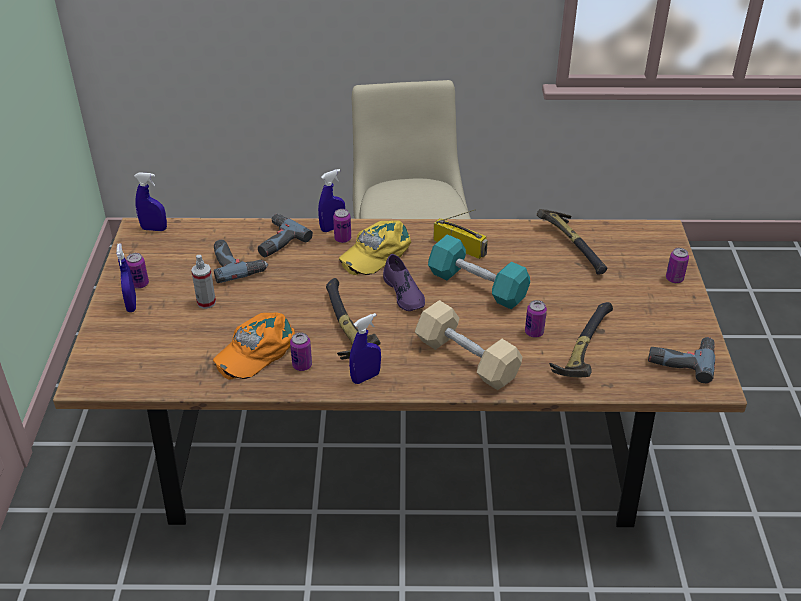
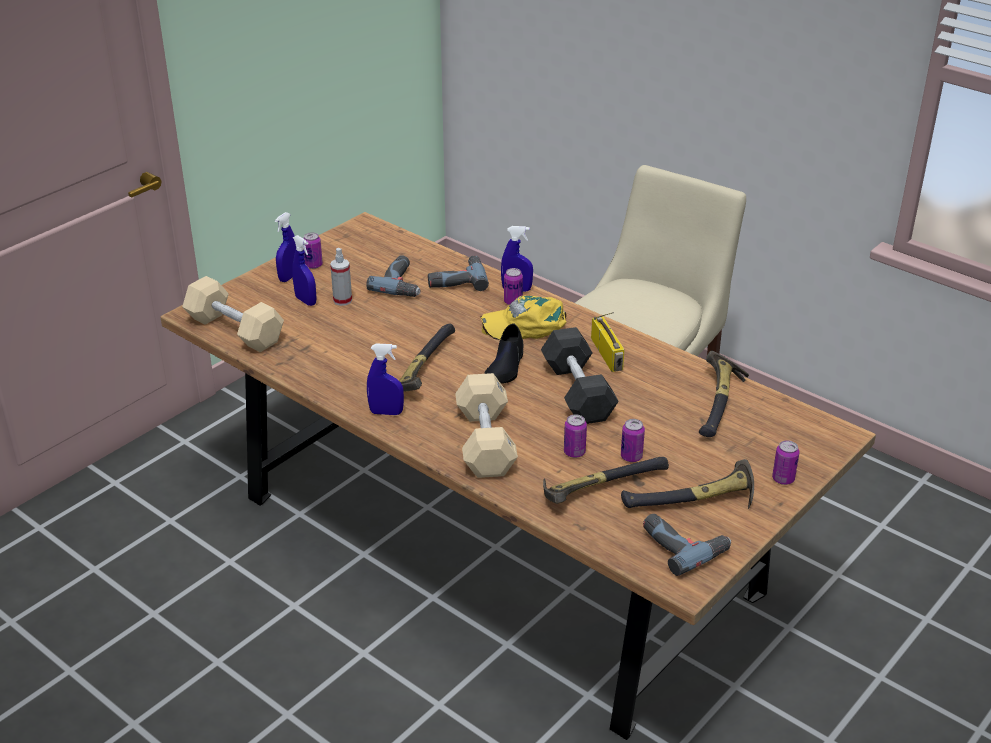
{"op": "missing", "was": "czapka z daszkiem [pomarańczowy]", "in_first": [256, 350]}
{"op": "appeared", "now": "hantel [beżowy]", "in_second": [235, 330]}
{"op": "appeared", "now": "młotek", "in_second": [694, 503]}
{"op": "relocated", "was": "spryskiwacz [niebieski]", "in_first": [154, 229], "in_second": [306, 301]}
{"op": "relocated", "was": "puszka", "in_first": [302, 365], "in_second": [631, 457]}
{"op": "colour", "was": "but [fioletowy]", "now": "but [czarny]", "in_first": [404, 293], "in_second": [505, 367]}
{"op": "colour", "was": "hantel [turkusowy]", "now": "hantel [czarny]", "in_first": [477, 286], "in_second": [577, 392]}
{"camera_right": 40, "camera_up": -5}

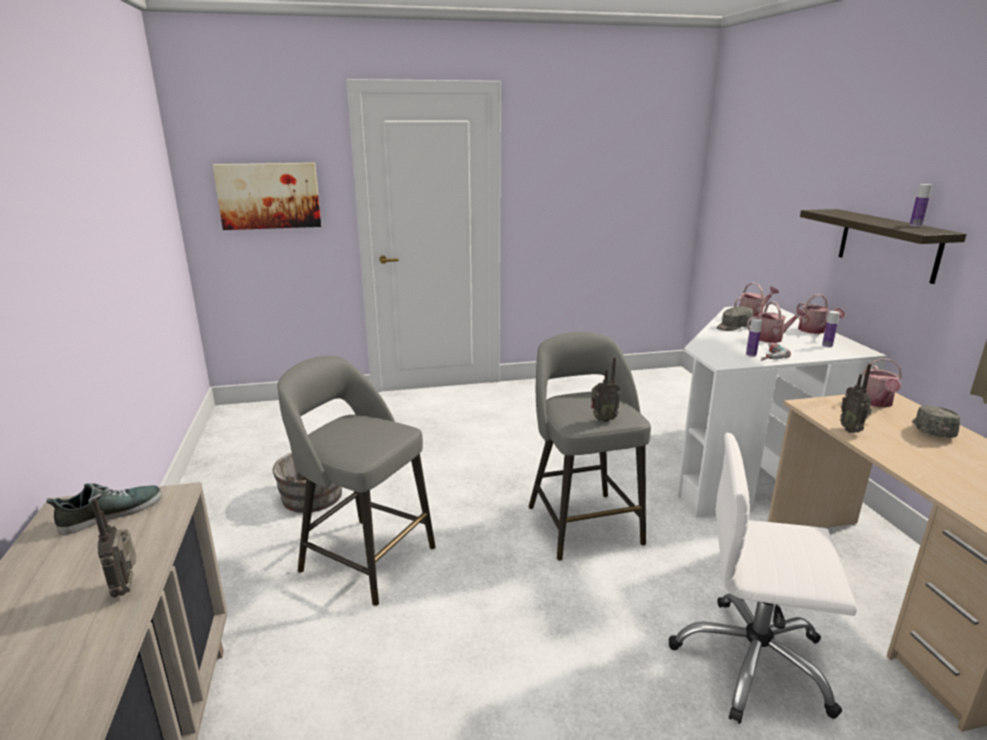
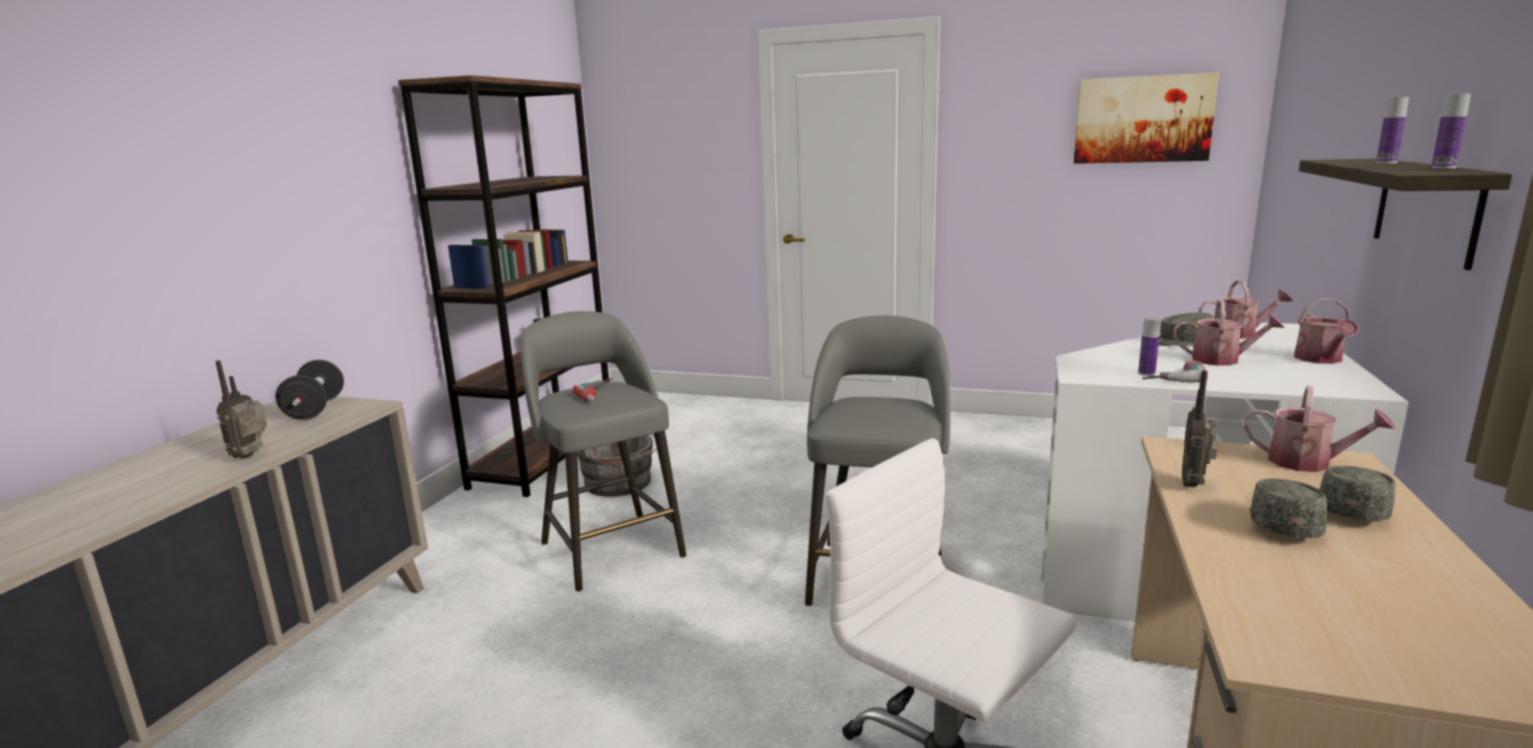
{"op": "missing", "was": "radio", "in_first": [602, 419]}
{"op": "appeared", "now": "regał [brązowy]", "in_second": [545, 458]}
{"op": "appeared", "now": "wiertarka", "in_second": [601, 393]}
{"op": "appeared", "now": "czapka z daszkiem [szary]", "in_second": [1282, 524]}
{"op": "relocated", "was": "obraz", "in_first": [269, 196], "in_second": [1142, 119]}
{"op": "relocated", "was": "butelka", "in_first": [827, 345], "in_second": [1386, 163]}
{"op": "exchanged", "was": "but", "now": "hantel [czarny]", "in_first": [111, 513], "in_second": [315, 409]}
{"op": "spun", "was": "konewka", "in_first": [876, 403], "in_second": [1308, 463], "clockwise": -105}
{"camera_right": 30, "camera_up": -5}

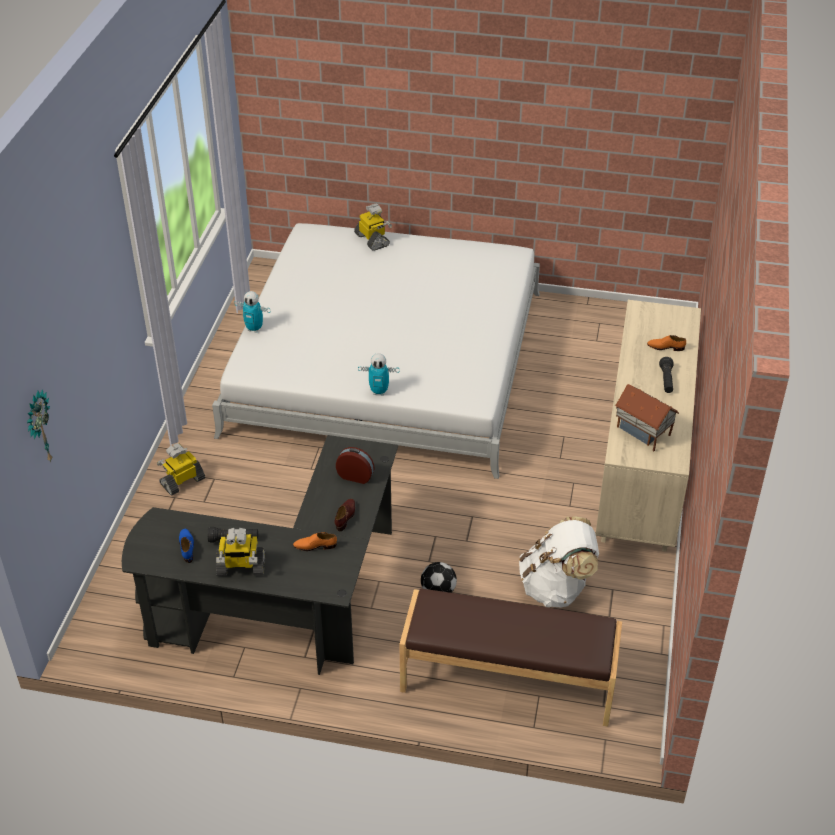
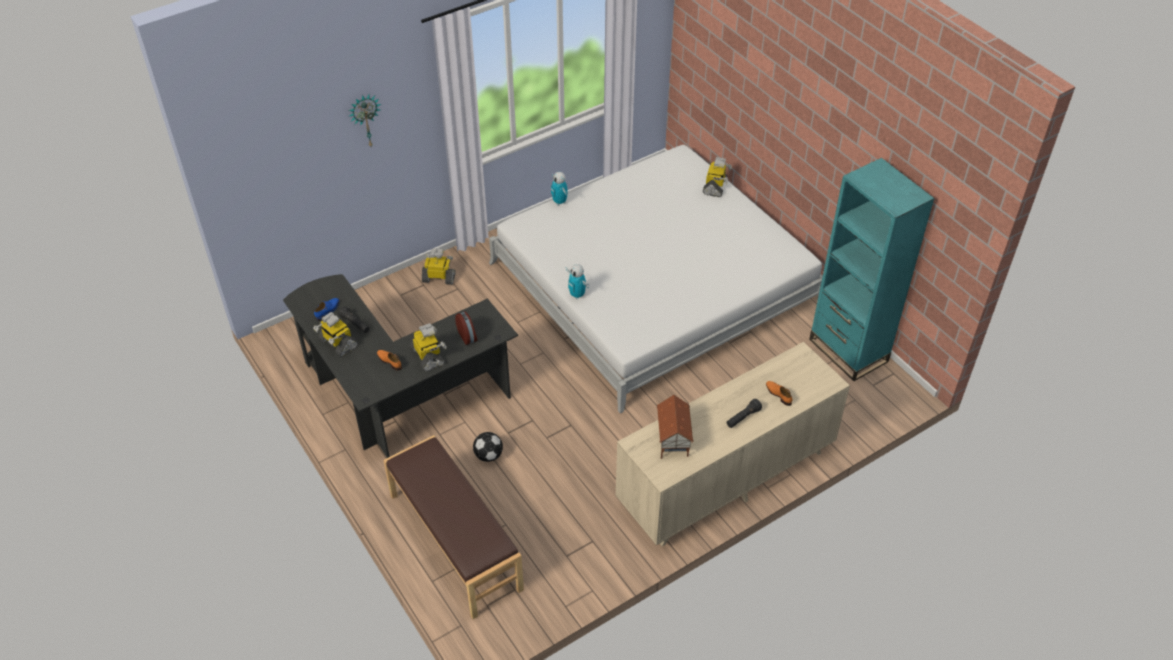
{"op": "missing", "was": "plecak [biały]", "in_first": [556, 588]}
{"op": "appeared", "now": "regał [turkusowy]", "in_second": [848, 350]}
{"op": "relocated", "was": "zegar ścienny", "in_first": [38, 428], "in_second": [365, 120]}
{"op": "exchanged", "was": "but [brązowy]", "now": "robot zabawkowy", "in_first": [346, 516], "in_second": [428, 356]}
{"camera_right": 45, "camera_up": 5}

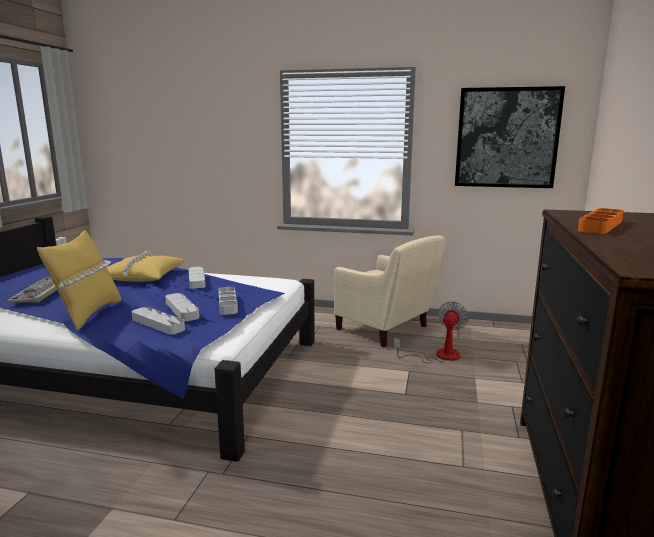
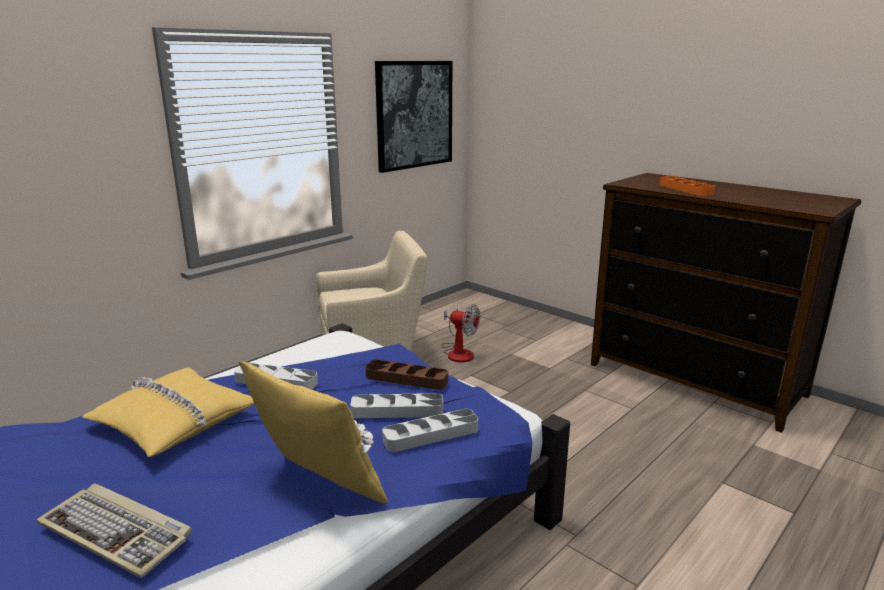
{"op": "colour", "was": "taca [szary]", "now": "taca [brązowy]", "in_first": [227, 303], "in_second": [406, 379]}
{"op": "spun", "was": "wentylator", "in_first": [439, 356], "in_second": [458, 352], "clockwise": 150}
{"camera_right": -60, "camera_up": 5}

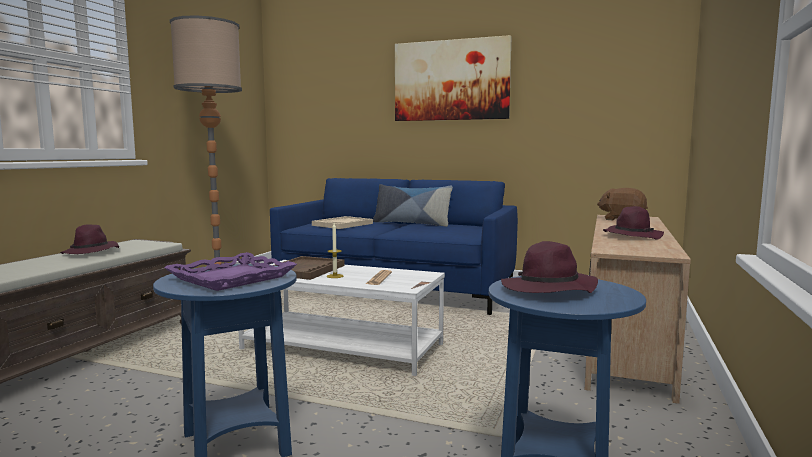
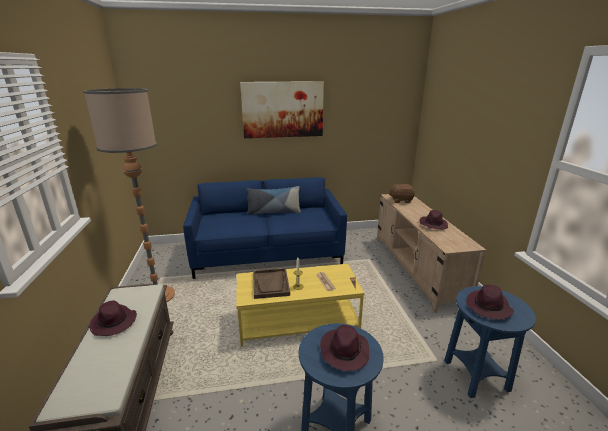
{"op": "missing", "was": "taca [beżowy]", "in_first": [342, 224]}
{"op": "exchanged", "was": "taca [fioletowy]", "now": "kapelusz [fioletowy]", "in_first": [231, 278], "in_second": [344, 351]}
{"op": "colour", "was": "ława [biały]", "now": "ława [żółty]", "in_first": [343, 347], "in_second": [298, 321]}
{"camera_right": -30, "camera_up": 15}

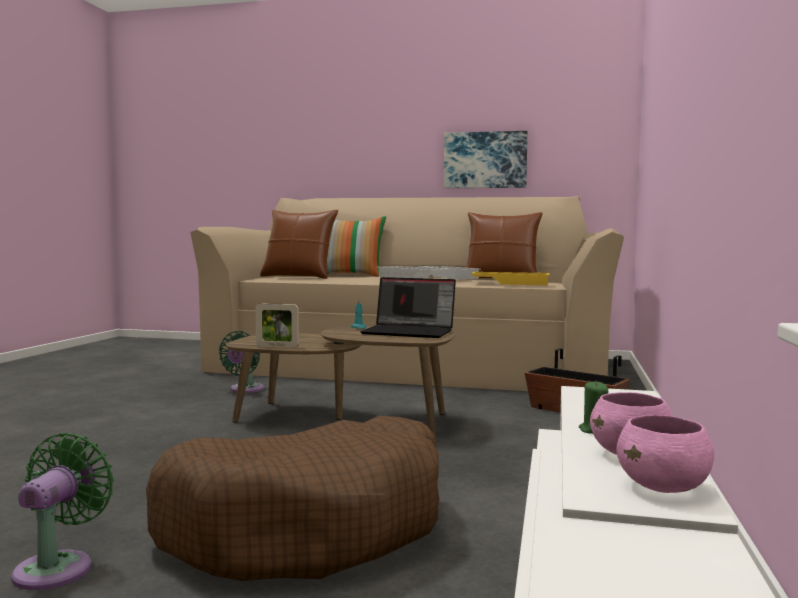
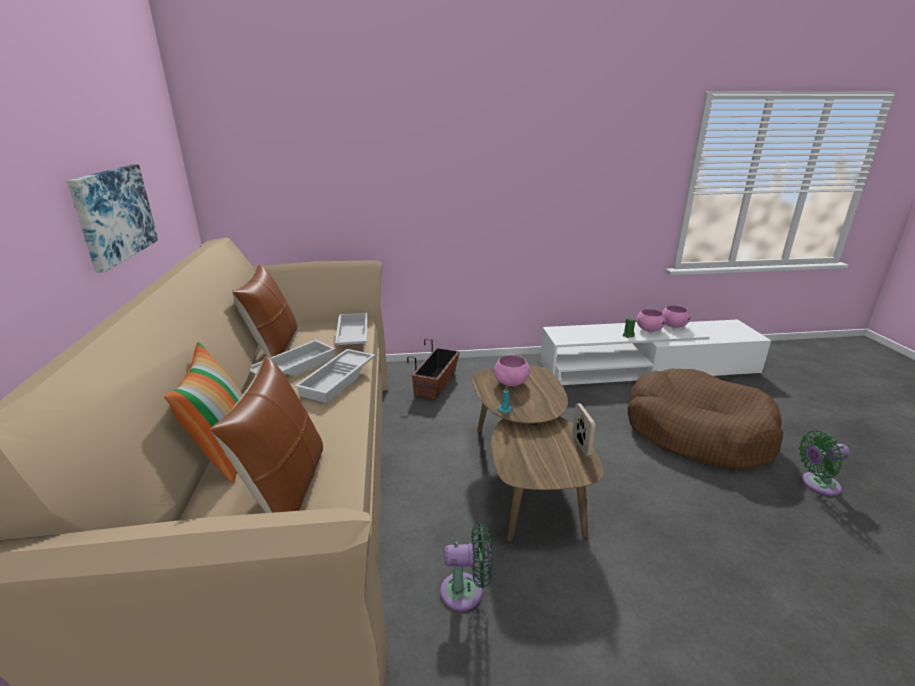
{"op": "exchanged", "was": "laptop", "now": "miska [różowy]", "in_first": [410, 332], "in_second": [510, 382]}
{"op": "colour", "was": "taca [żółty]", "now": "taca [biały]", "in_first": [511, 283], "in_second": [351, 335]}
{"camera_right": -110, "camera_up": 20}

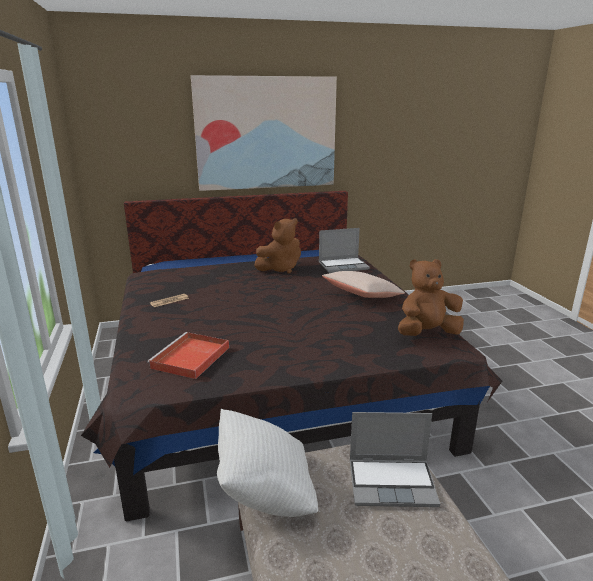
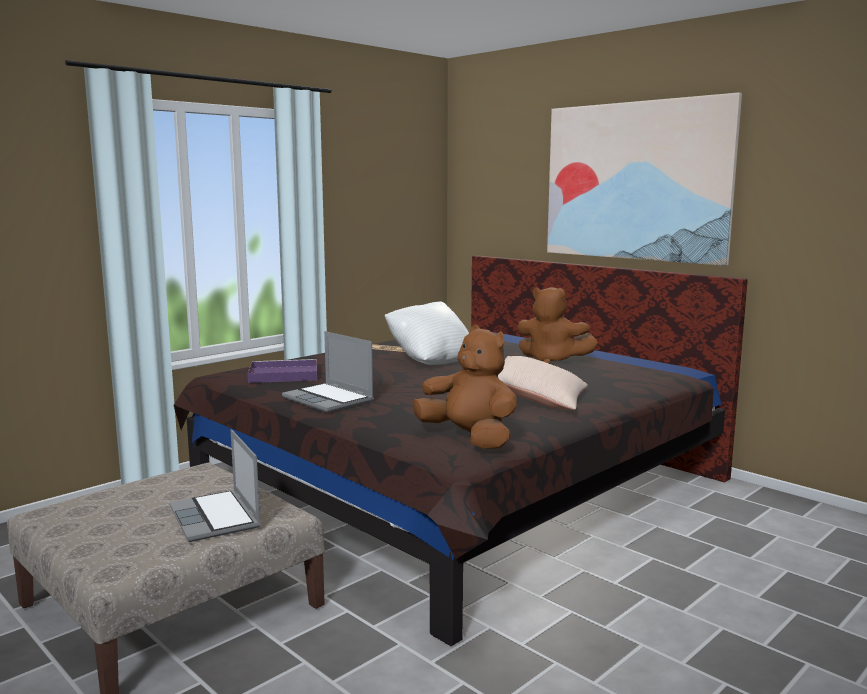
{"op": "relocated", "was": "poduszka [biały]", "in_first": [265, 492], "in_second": [432, 360]}
{"op": "relocated", "was": "laptop", "in_first": [343, 266], "in_second": [329, 399]}
{"op": "colour", "was": "taca [czerwony]", "now": "taca [fioletowy]", "in_first": [190, 358], "in_second": [282, 375]}
{"camera_right": 60, "camera_up": -10}

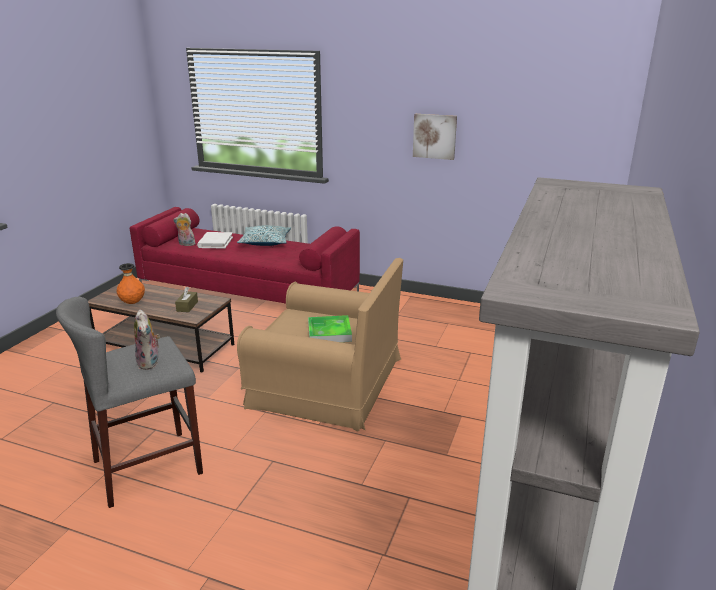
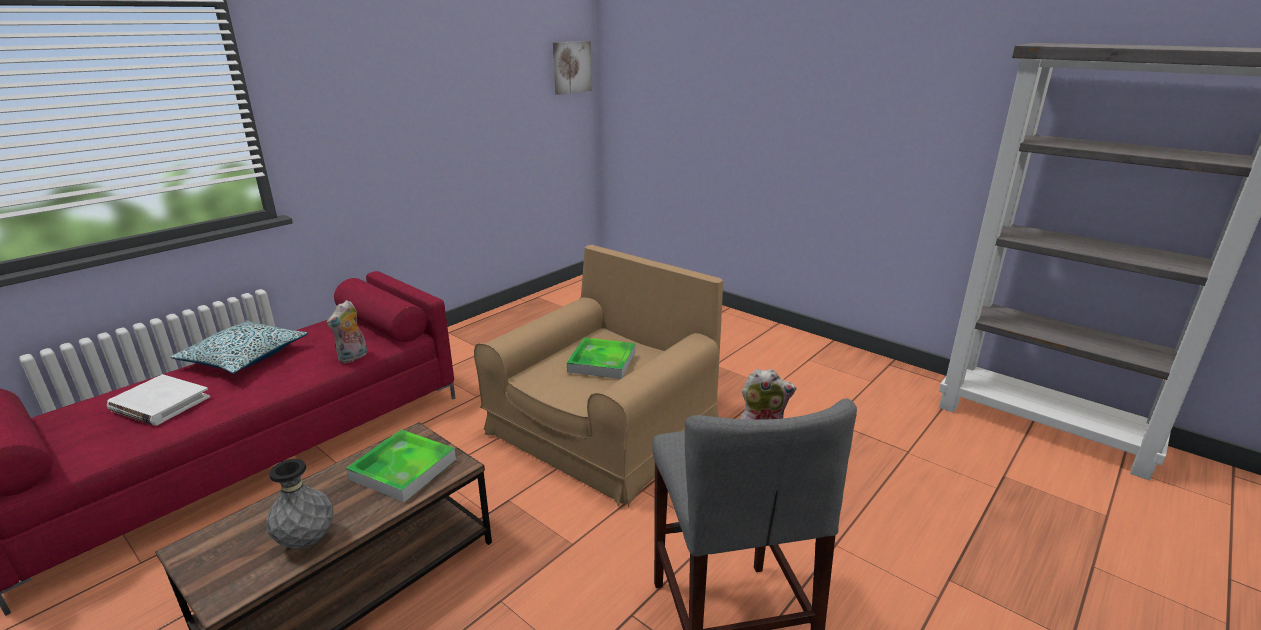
{"op": "relocated", "was": "pluszak", "in_first": [186, 244], "in_second": [353, 357]}
{"op": "relocated", "was": "obraz", "in_first": [434, 136], "in_second": [571, 67]}
{"op": "exchanged", "was": "pudełko chusteczek [brązowy]", "now": "taca", "in_first": [187, 306], "in_second": [403, 469]}
{"op": "colour", "was": "wazon [pomarańczowy]", "now": "wazon [szary]", "in_first": [132, 303], "in_second": [307, 541]}
{"camera_right": -70, "camera_up": 0}

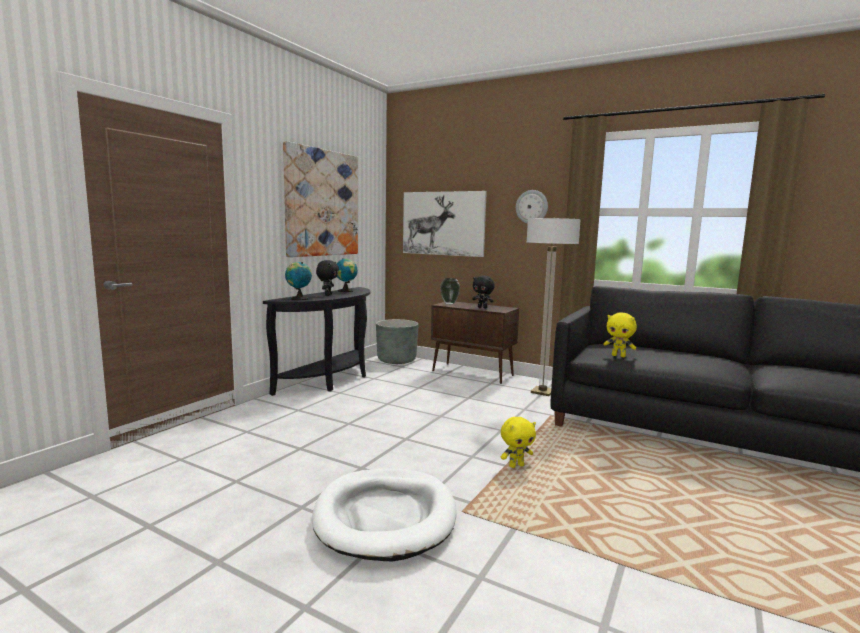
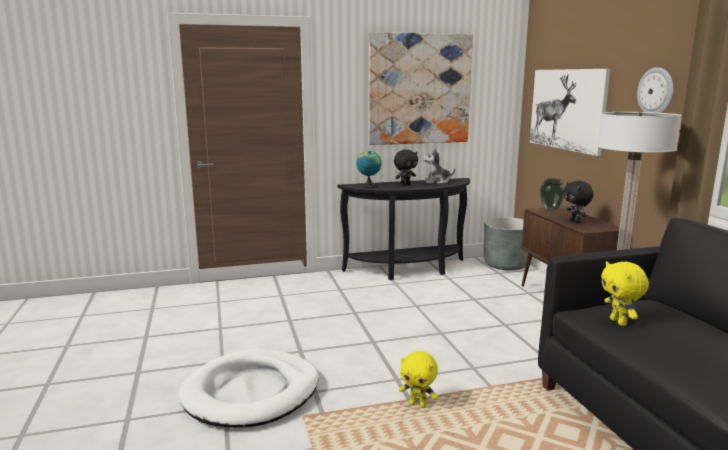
{"op": "exchanged", "was": "globus", "now": "pluszak", "in_first": [346, 291], "in_second": [437, 182]}
{"camera_right": 45, "camera_up": 5}

